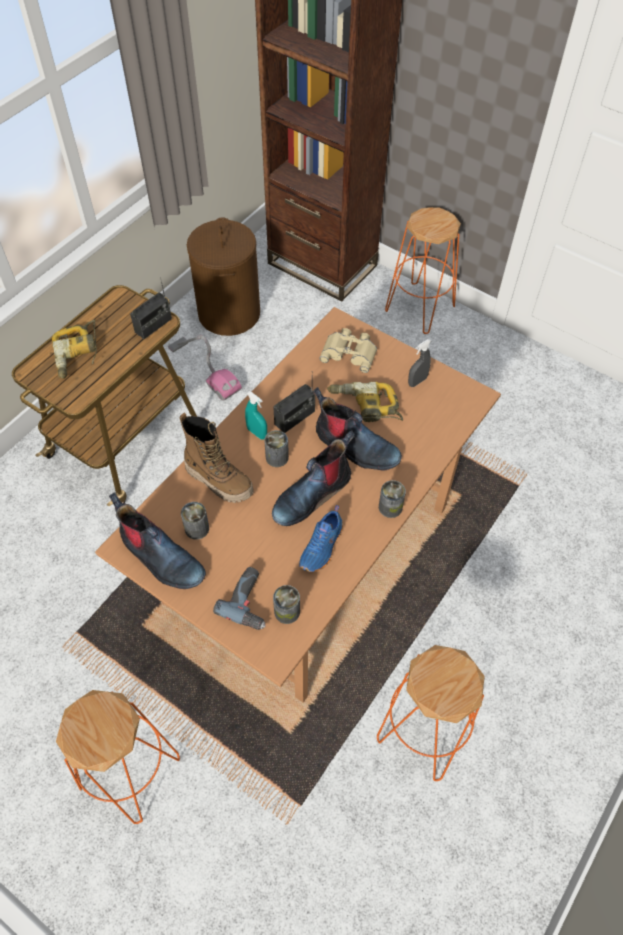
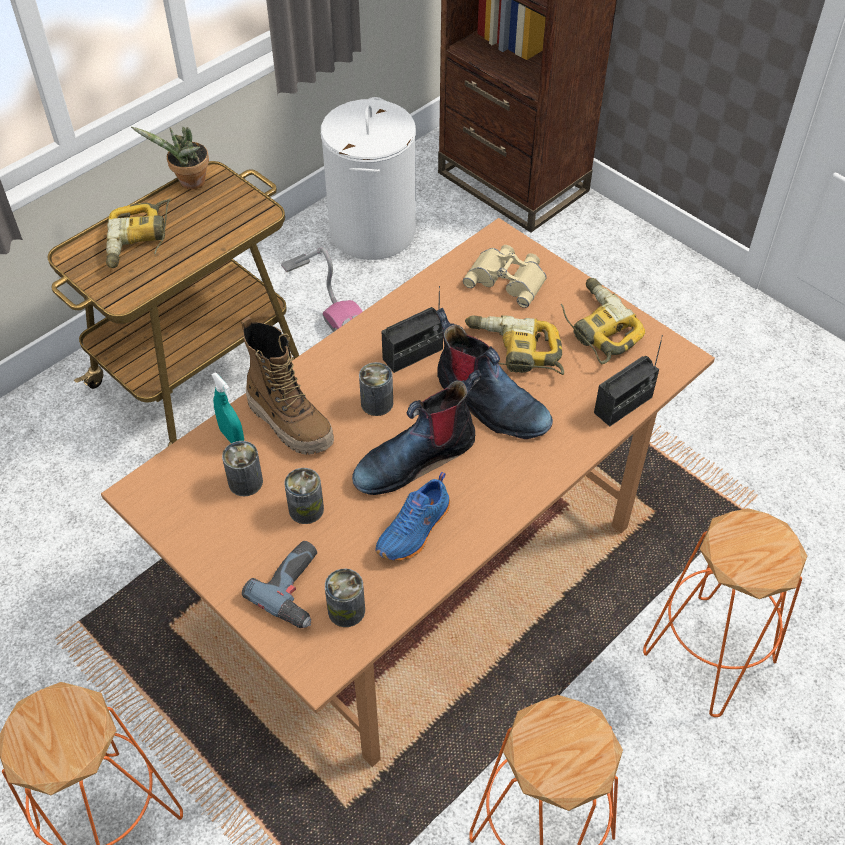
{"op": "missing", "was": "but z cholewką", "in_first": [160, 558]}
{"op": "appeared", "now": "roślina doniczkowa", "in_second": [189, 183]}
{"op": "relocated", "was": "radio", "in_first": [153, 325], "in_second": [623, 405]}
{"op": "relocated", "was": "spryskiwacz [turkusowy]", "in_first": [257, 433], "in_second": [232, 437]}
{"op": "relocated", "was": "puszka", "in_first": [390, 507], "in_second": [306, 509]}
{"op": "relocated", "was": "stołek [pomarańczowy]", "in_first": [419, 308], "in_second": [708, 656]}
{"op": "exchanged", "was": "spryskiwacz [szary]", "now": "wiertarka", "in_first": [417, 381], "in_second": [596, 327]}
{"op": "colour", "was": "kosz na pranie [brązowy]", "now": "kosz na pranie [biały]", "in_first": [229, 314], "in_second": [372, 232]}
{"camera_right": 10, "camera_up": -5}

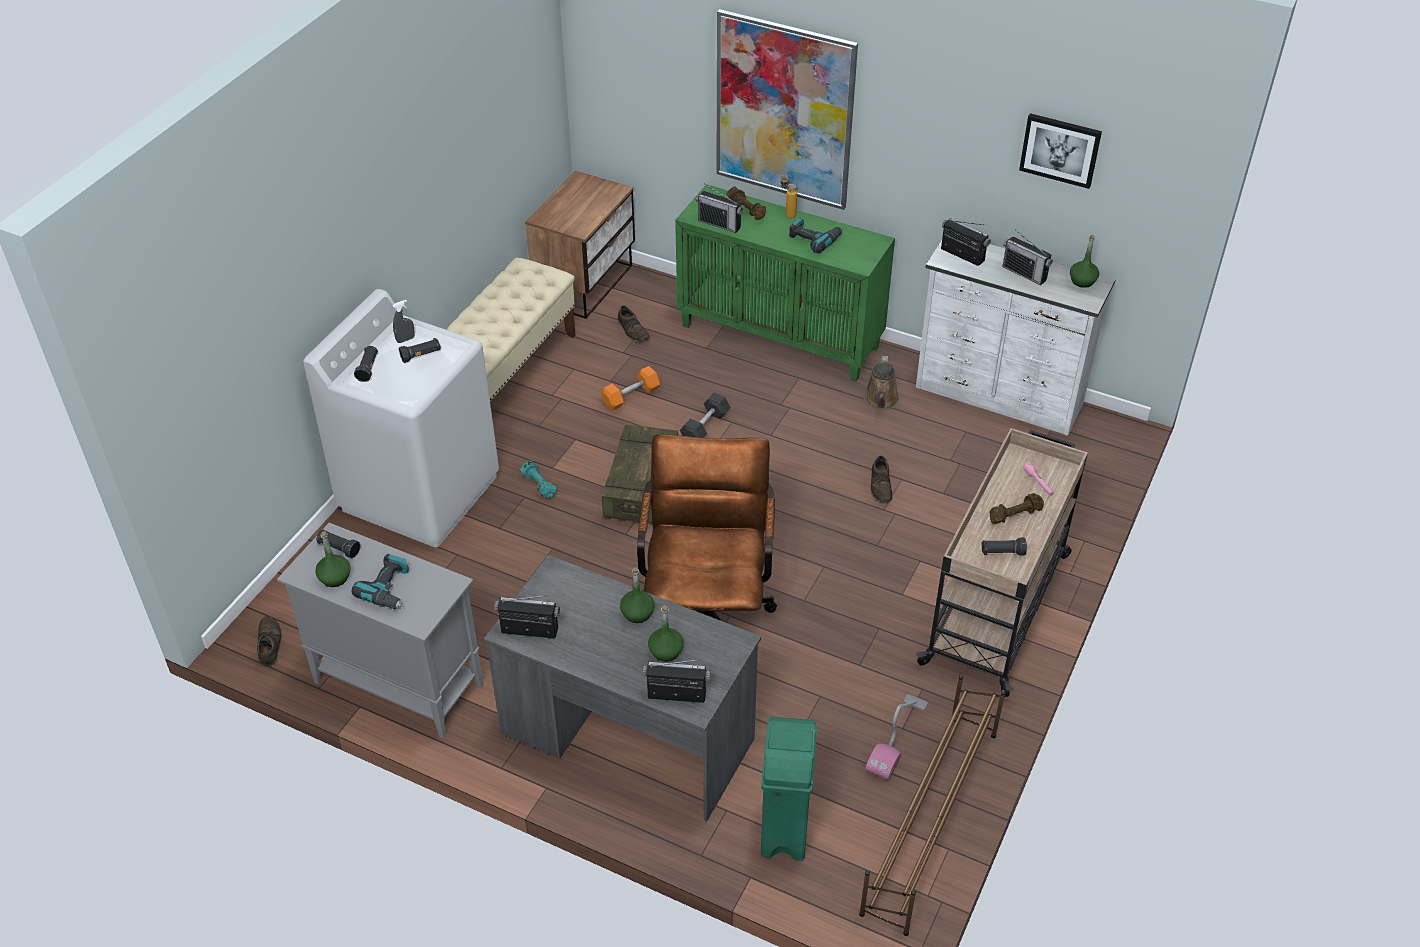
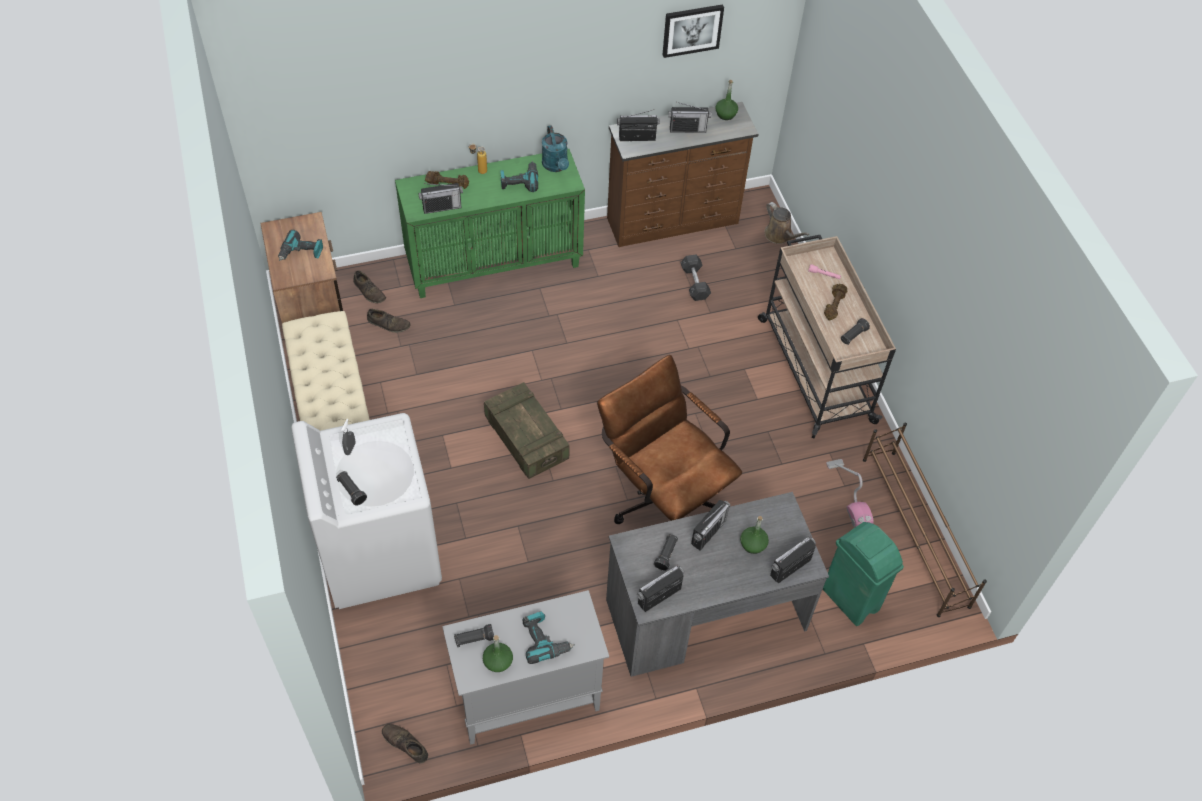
{"op": "missing", "was": "hantel [turkusowy]", "in_first": [538, 485]}
{"op": "missing", "was": "hantel [pomarańczowy]", "in_first": [631, 396]}
{"op": "missing", "was": "obraz", "in_first": [784, 110]}
{"op": "appeared", "now": "wiertarka", "in_second": [301, 252]}
{"op": "appeared", "now": "konewka [turkusowy]", "in_second": [556, 166]}
{"op": "relocated", "was": "latarka [czarny]", "in_first": [421, 355], "in_second": [666, 555]}
{"op": "relocated", "was": "hantel [szary]", "in_first": [705, 427], "in_second": [694, 283]}
{"op": "relocated", "was": "konewka [brązowy]", "in_first": [881, 400], "in_second": [780, 235]}
{"op": "relocated", "was": "but [brązowy]", "in_first": [881, 486], "in_second": [369, 291]}
{"op": "exchanged", "was": "butelka [zielony]", "now": "radio", "in_first": [637, 613], "in_second": [708, 532]}
{"op": "colour", "was": "komoda [biały]", "now": "komoda [brązowy]", "in_first": [999, 397], "in_second": [674, 222]}
{"camera_right": -45, "camera_up": 10}

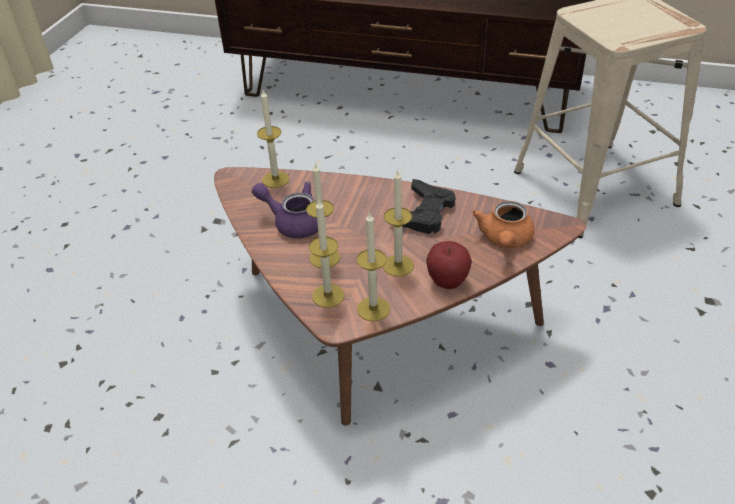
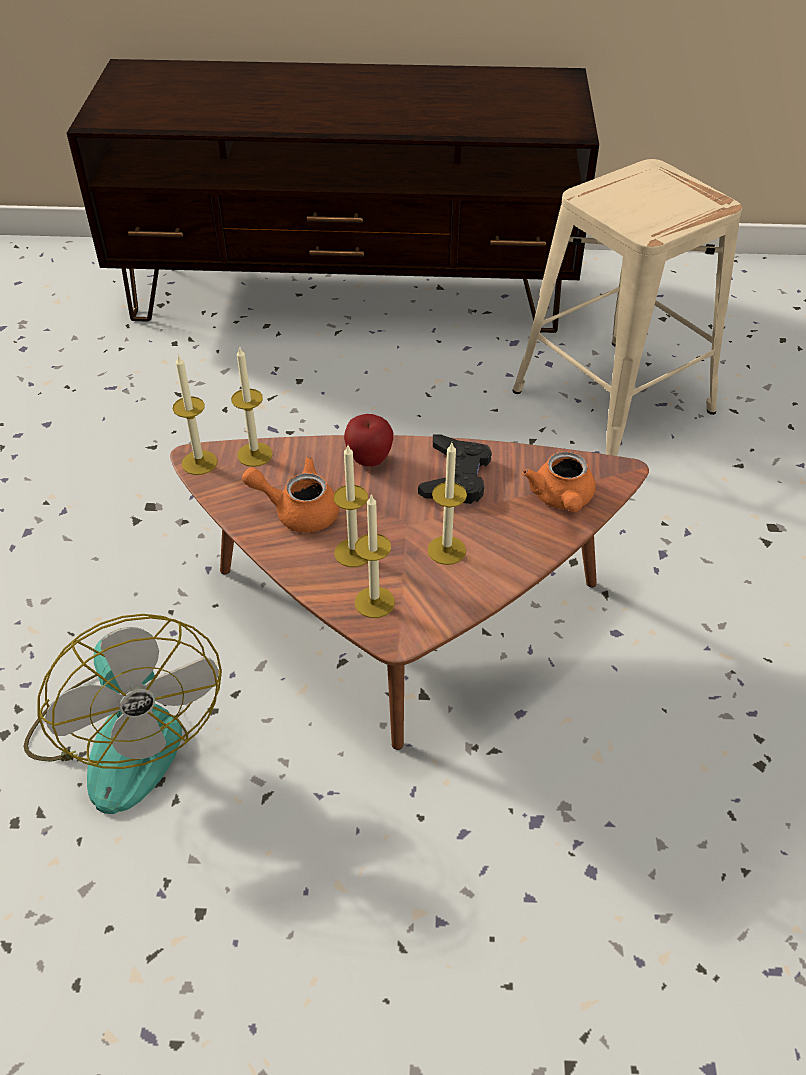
{"op": "appeared", "now": "wentylator", "in_second": [126, 734]}
{"op": "relocated", "was": "świeca", "in_first": [373, 309], "in_second": [199, 462]}
{"op": "relocated", "was": "jabłko", "in_first": [447, 282], "in_second": [369, 459]}
{"op": "colour", "was": "imbryk [fioletowy]", "now": "imbryk [pomarańczowy]", "in_first": [293, 222], "in_second": [298, 511]}
{"camera_right": -15, "camera_up": 5}

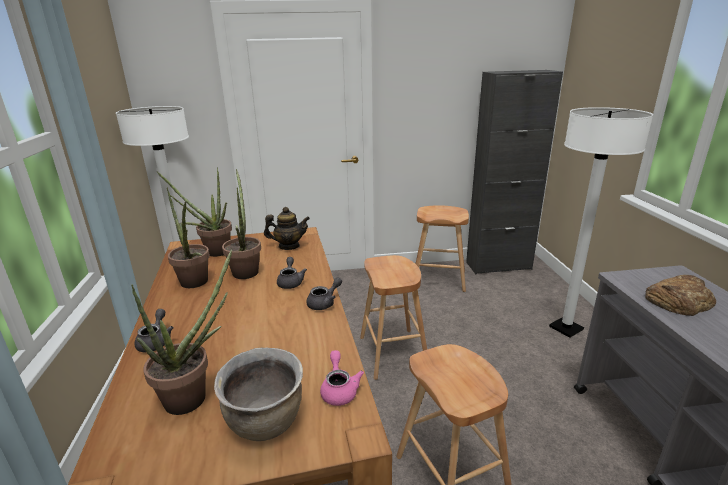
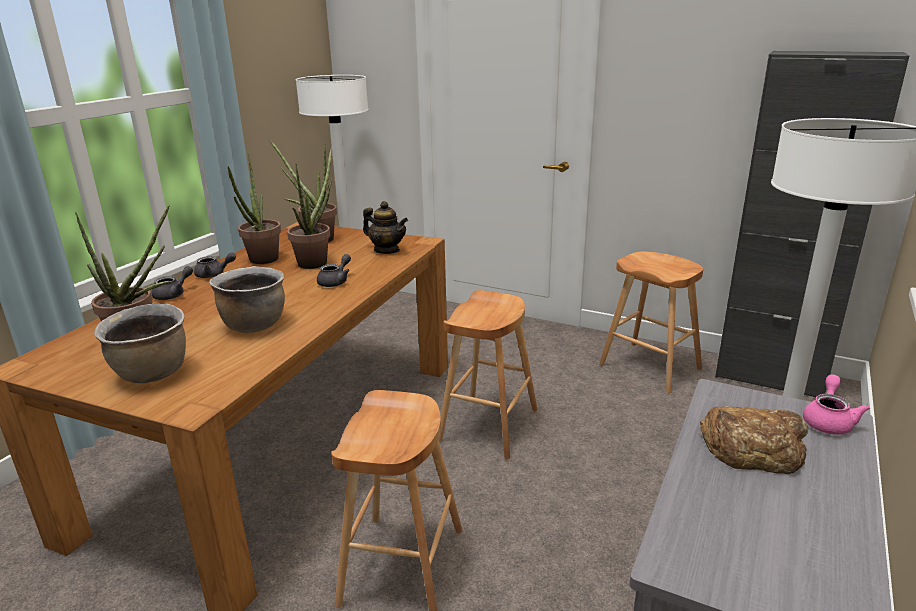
{"op": "appeared", "now": "garnek [brązowy]", "in_second": [254, 325]}
{"op": "relocated", "was": "imbryk [szary]", "in_first": [324, 303], "in_second": [214, 275]}
{"op": "relocated", "was": "imbryk [różowy]", "in_first": [339, 390], "in_second": [828, 421]}
{"camera_right": 35, "camera_up": 0}

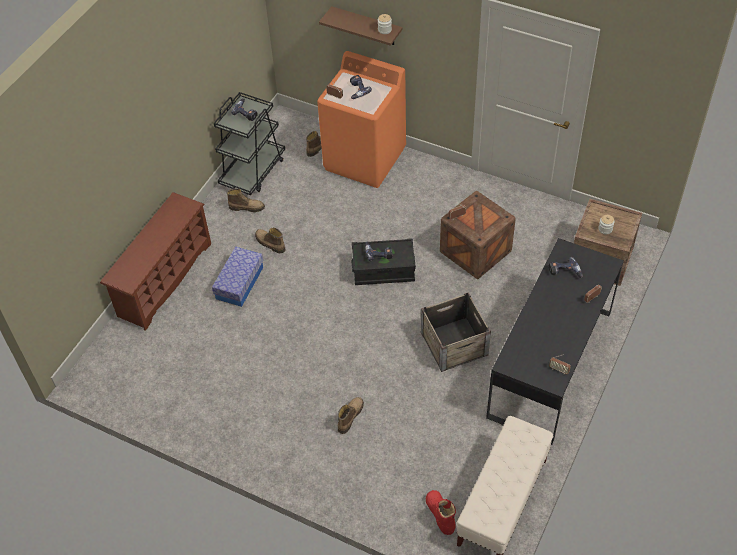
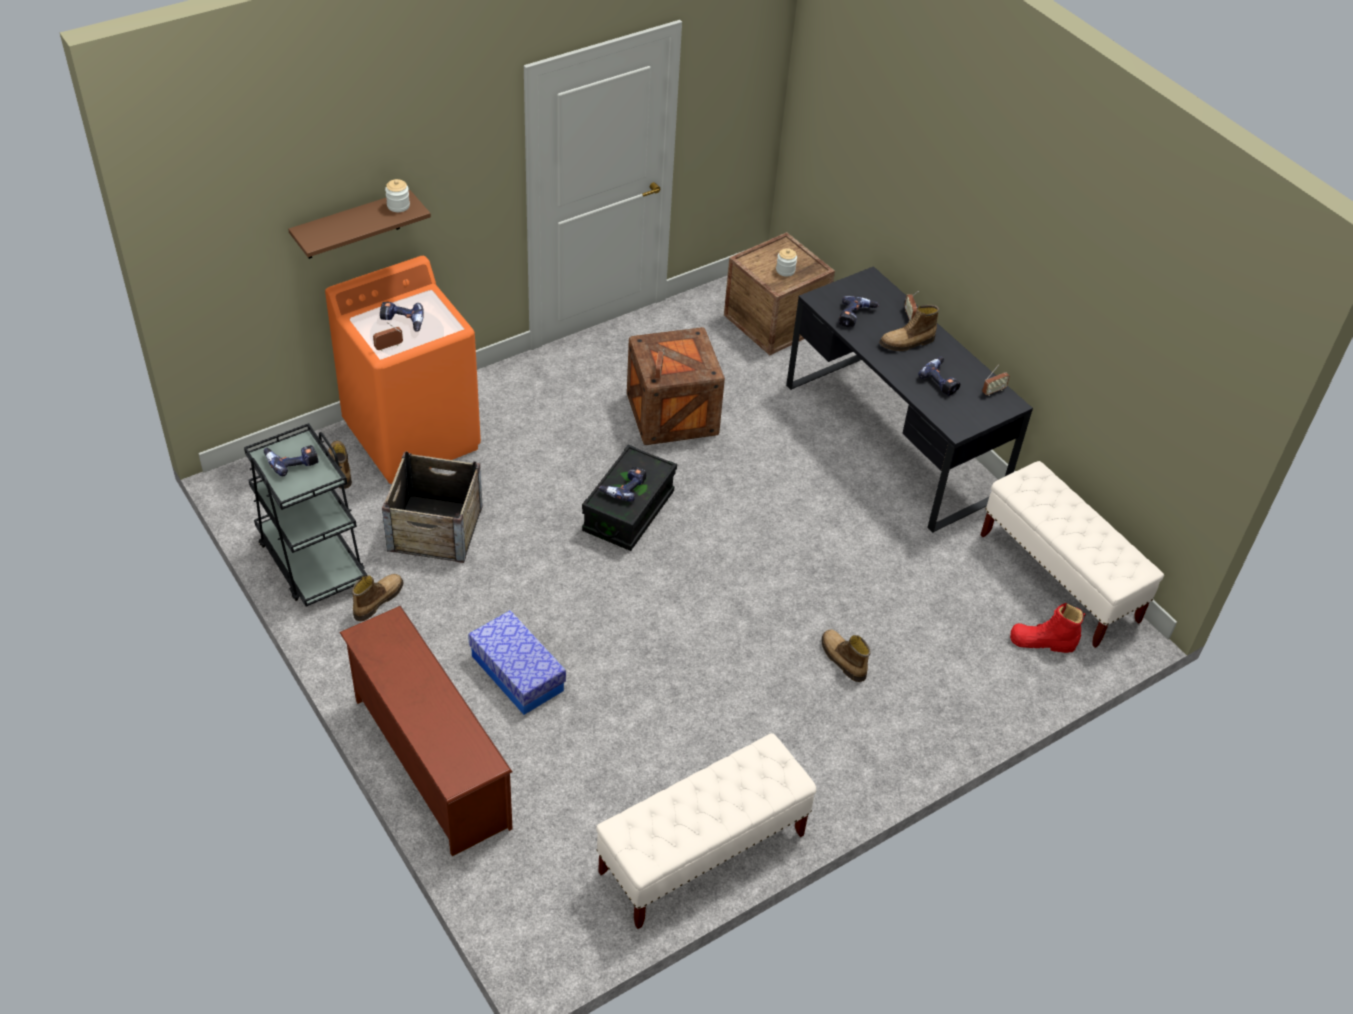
{"op": "appeared", "now": "ławka [beżowy]", "in_second": [701, 854]}
{"op": "appeared", "now": "wiertarka", "in_second": [942, 380]}
{"op": "relocated", "was": "but z cholewką", "in_first": [269, 243], "in_second": [907, 343]}
{"op": "relocated", "was": "skrzynka", "in_first": [454, 344], "in_second": [436, 528]}
{"camera_right": -65, "camera_up": -5}

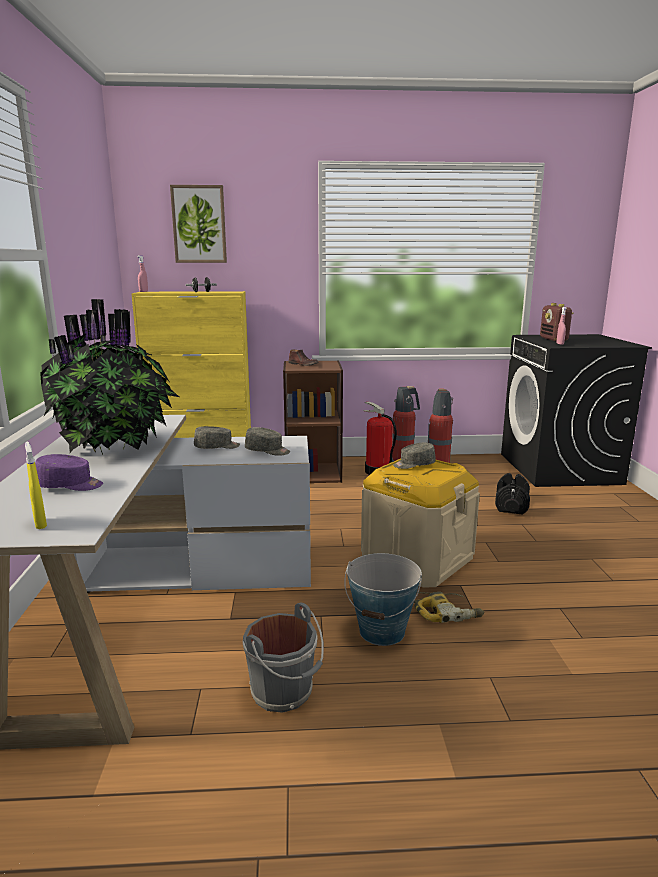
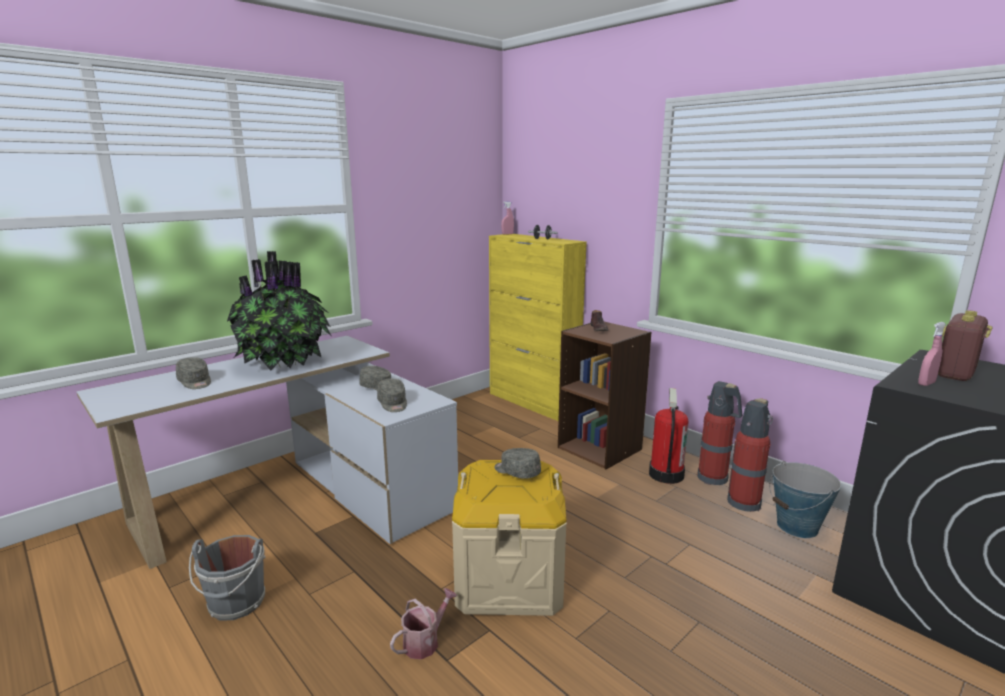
{"op": "missing", "was": "spryskiwacz [żółty]", "in_first": [40, 523]}
{"op": "missing", "was": "obraz", "in_first": [199, 224]}
{"op": "missing", "was": "hantel [czarny]", "in_first": [511, 505]}
{"op": "relocated", "was": "wiadro", "in_first": [382, 631], "in_second": [797, 527]}
{"op": "exchanged", "was": "wiertarka", "now": "konewka", "in_first": [445, 612], "in_second": [425, 641]}
{"op": "colour", "was": "czapka z daszkiem [fioletowy]", "now": "czapka z daszkiem [szary]", "in_first": [70, 486], "in_second": [195, 382]}
{"camera_right": 50, "camera_up": 0}

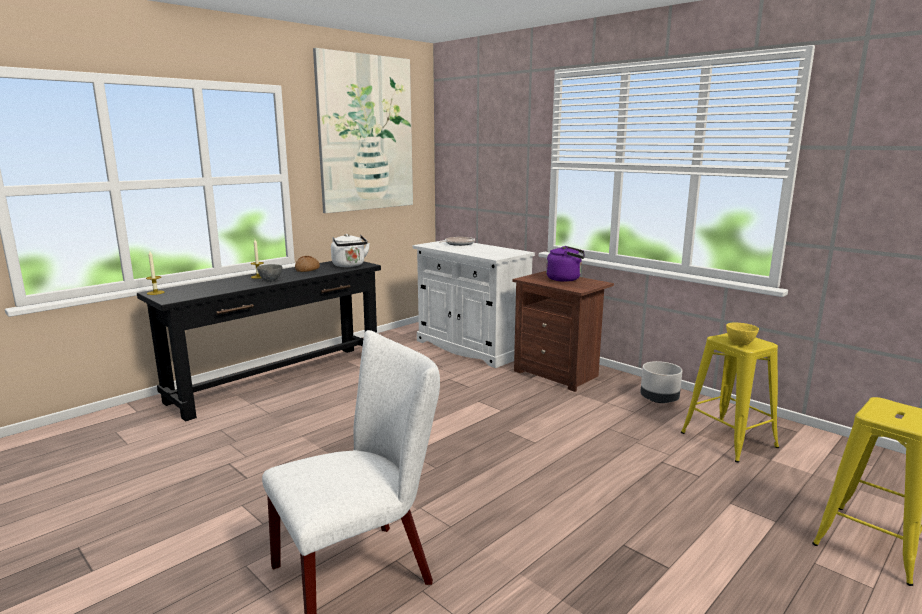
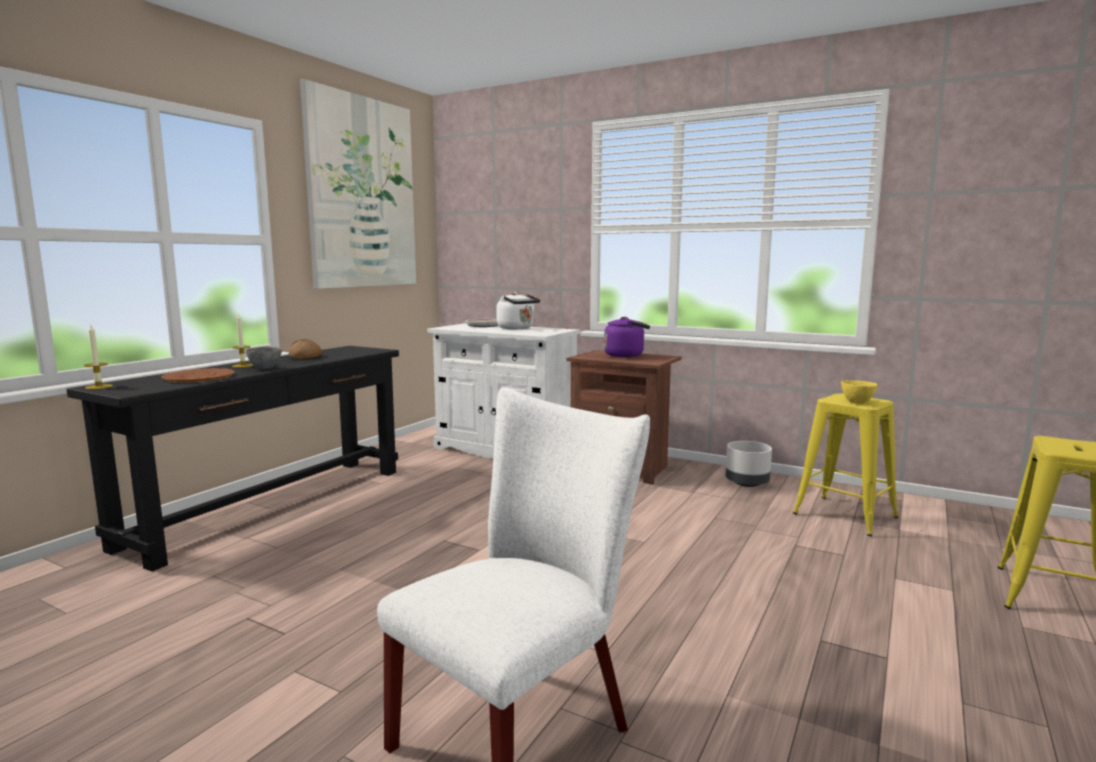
{"op": "appeared", "now": "talerz [brązowy]", "in_second": [198, 377]}
{"op": "relocated", "was": "czajnik [biały]", "in_first": [349, 265], "in_second": [517, 328]}
{"camera_right": -15, "camera_up": -5}

